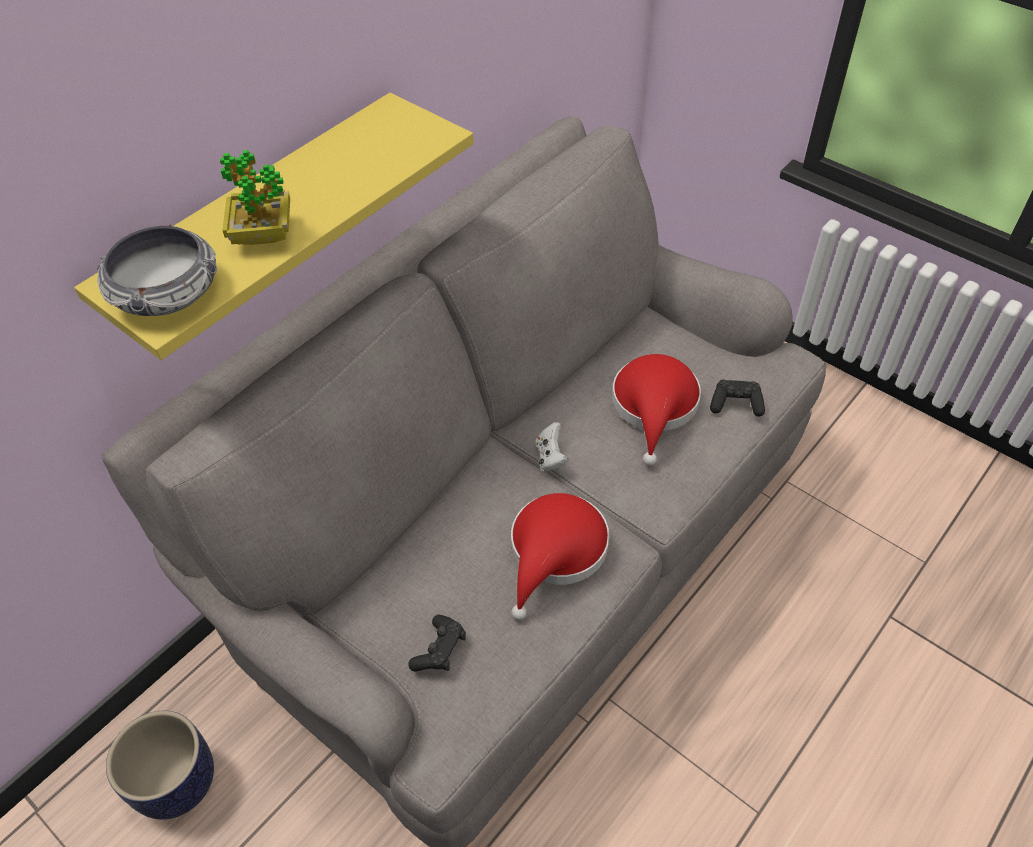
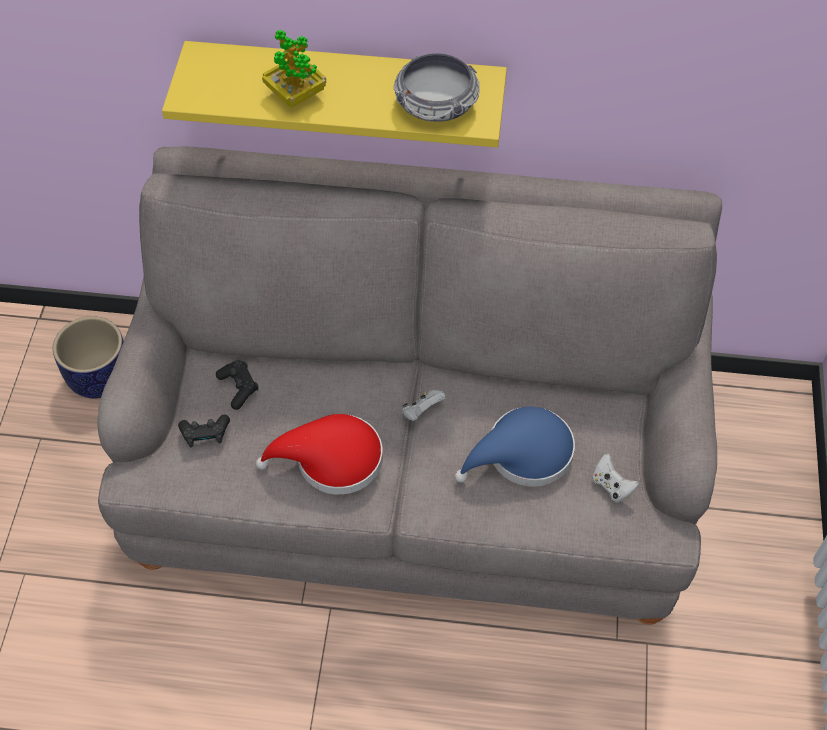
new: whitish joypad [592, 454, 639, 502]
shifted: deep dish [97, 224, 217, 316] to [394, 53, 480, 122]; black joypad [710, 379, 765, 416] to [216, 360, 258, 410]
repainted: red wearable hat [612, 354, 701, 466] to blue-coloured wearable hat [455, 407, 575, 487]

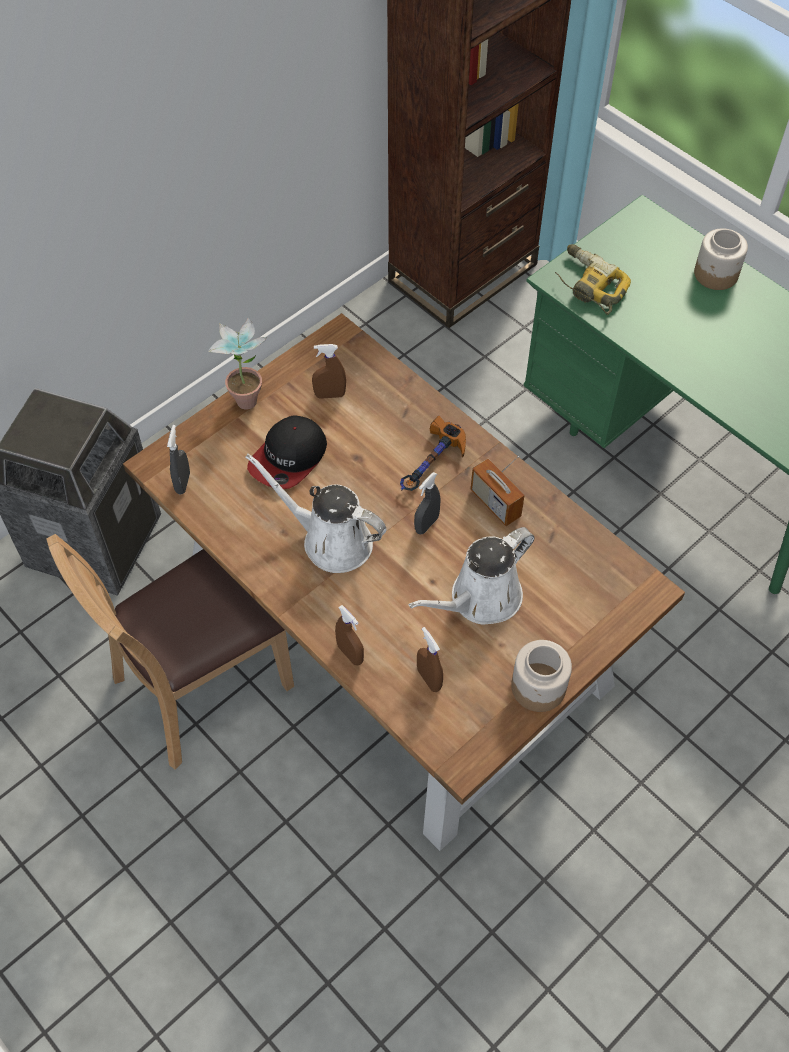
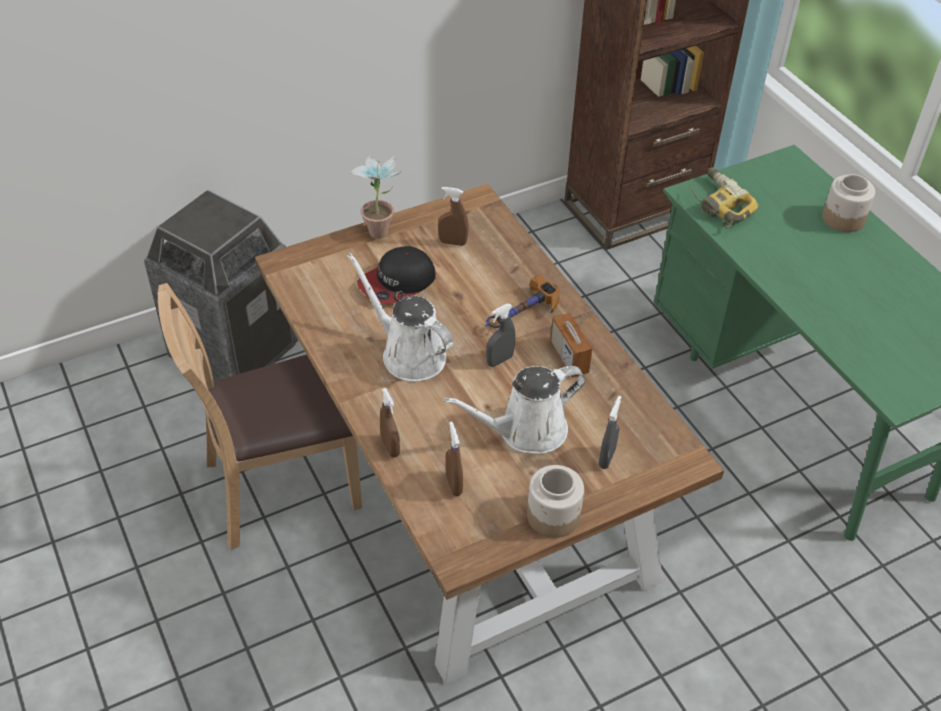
shifted: greyish sprayer [167, 425, 190, 494] to [599, 396, 621, 469]

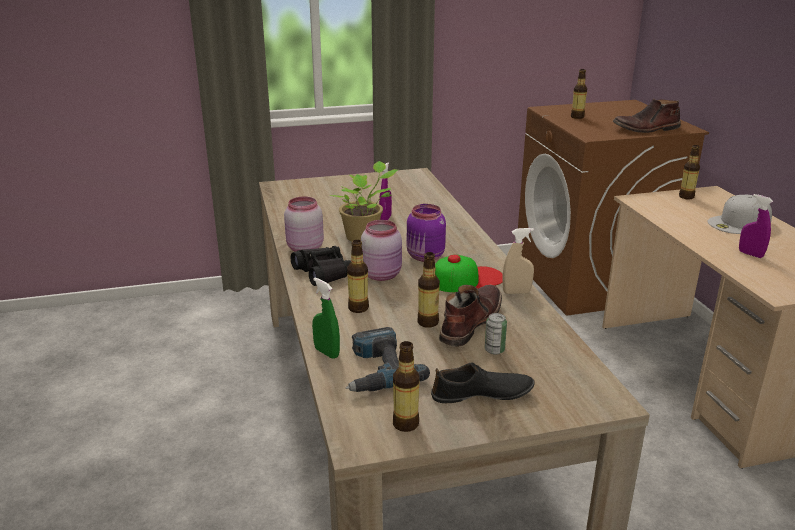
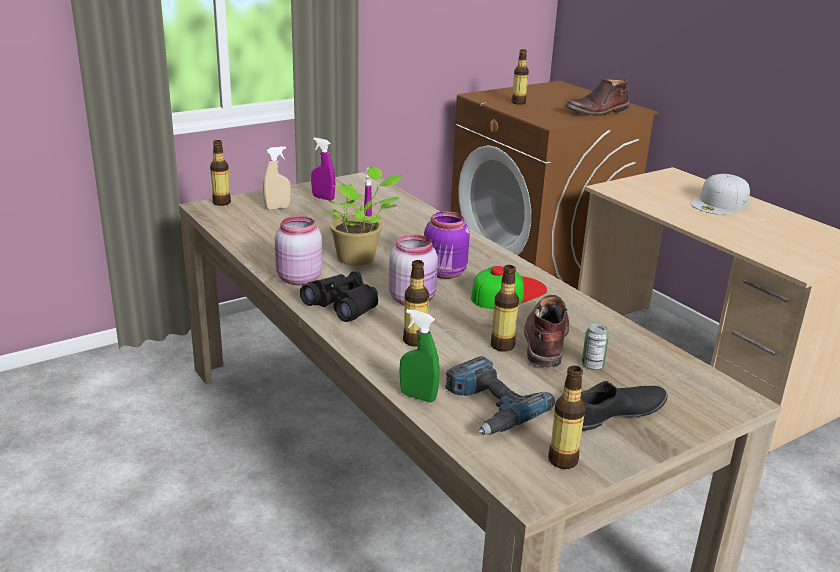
shifted: beige-coloured sprayer [503, 228, 534, 294] to [263, 146, 291, 210]; beverage bottle [679, 145, 700, 199] to [210, 140, 231, 206]; purple-coloured sprayer [739, 194, 773, 258] to [311, 138, 335, 201]

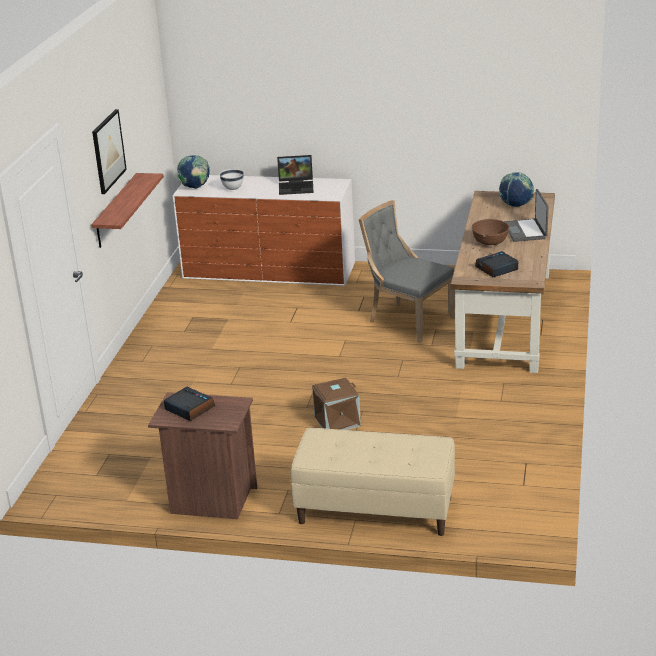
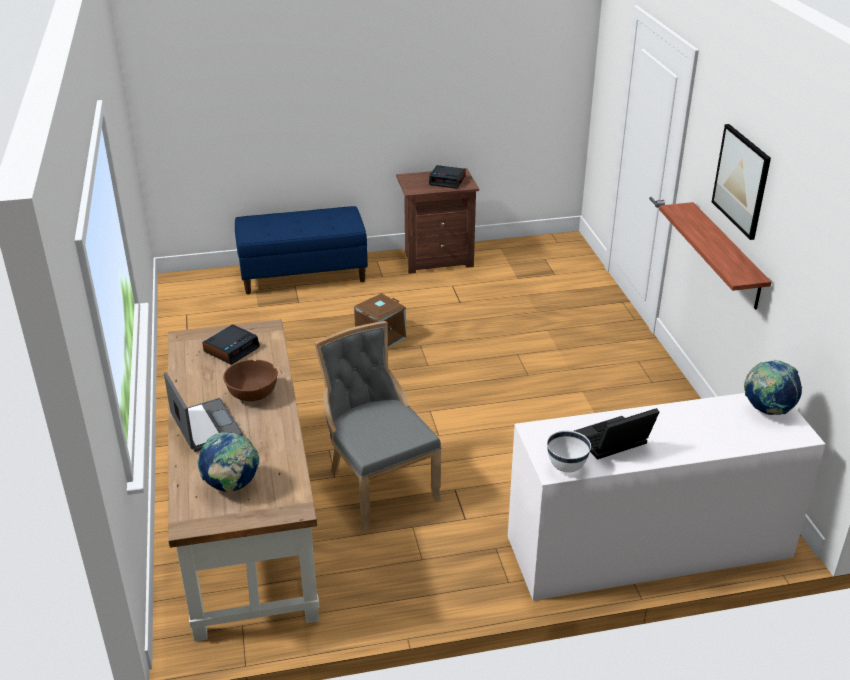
shifted: whitish deep dish [219, 169, 244, 190] to [547, 431, 591, 473]
repainted: beige-coloured indoor bench [291, 428, 455, 536] to blue-coloured indoor bench [235, 206, 368, 294]
rotated: greyish chair [359, 200, 455, 343] = [314, 321, 442, 531] 135 degrees counterclockwise

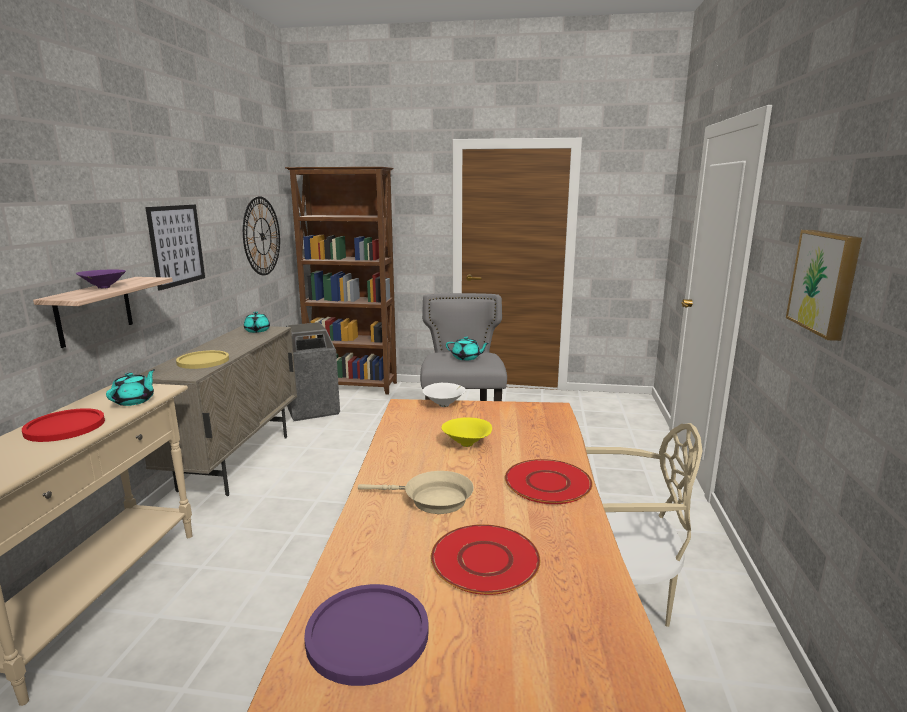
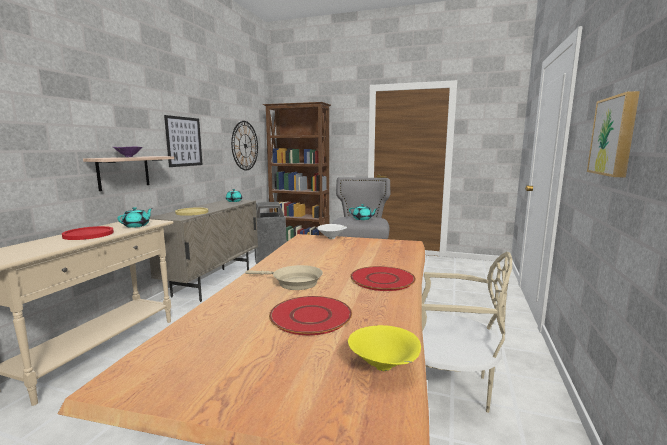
gone: purple-coloured flat dish [304, 584, 429, 686]
shifted: yellow deep dish [442, 417, 492, 447] to [348, 325, 421, 371]

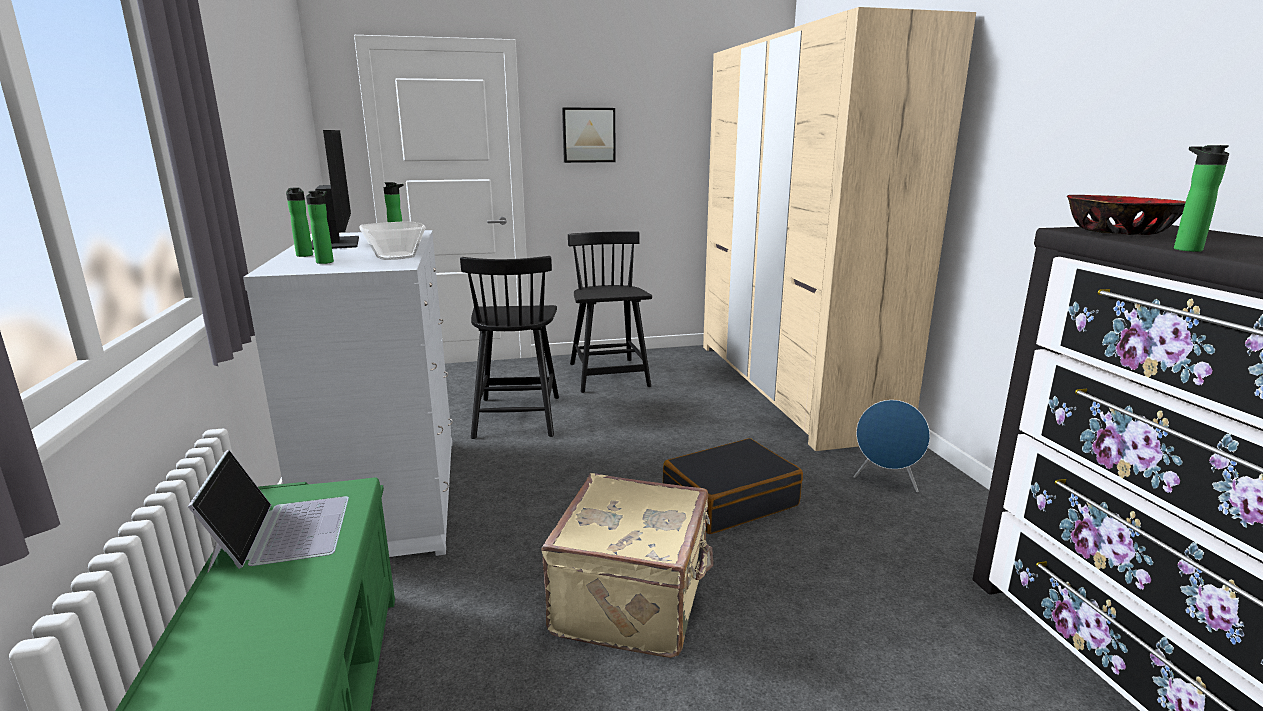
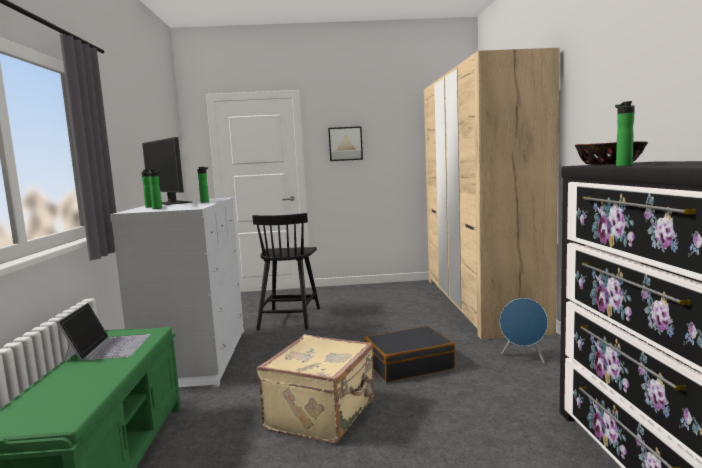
gone: deep dish [359, 221, 426, 260]; black chair [568, 231, 652, 393]
rotated: computer display [311, 130, 359, 250] = [142, 137, 192, 205] 150 degrees clockwise

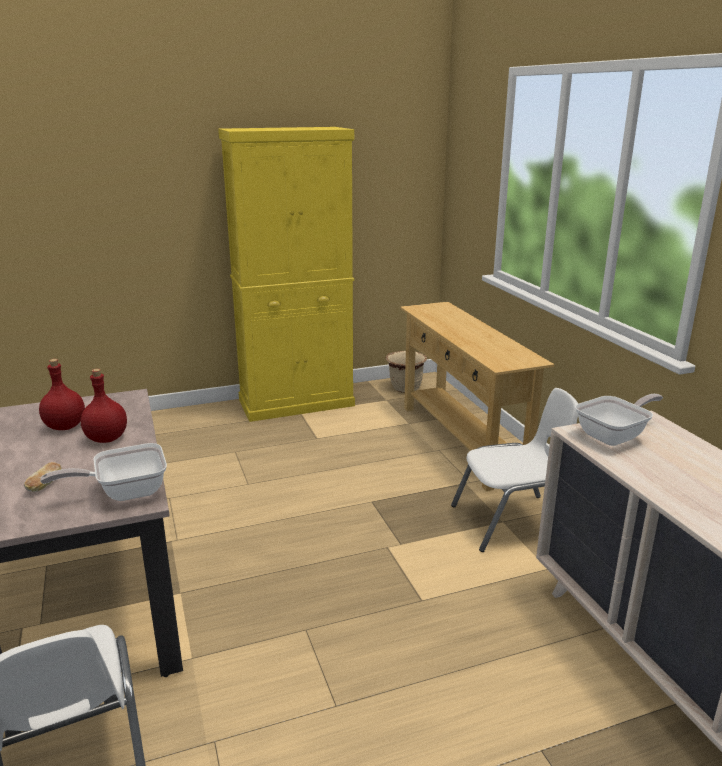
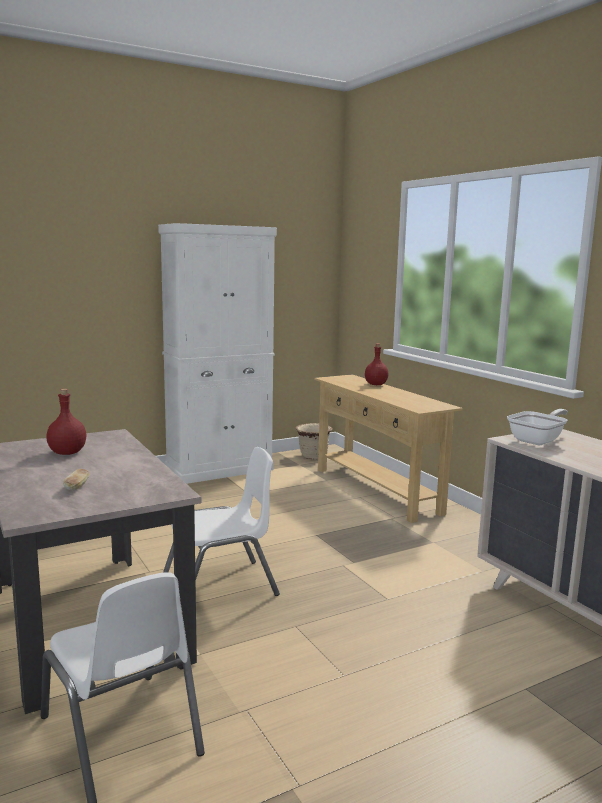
gone: frying pan [40, 443, 167, 501]
shifted: red beverage bottle [81, 369, 127, 443] to [365, 343, 388, 385]; whitish chair [451, 388, 578, 552] to [163, 447, 280, 596]
repainted: yellow cupboard [218, 127, 355, 422] to whitish cupboard [158, 223, 277, 484]

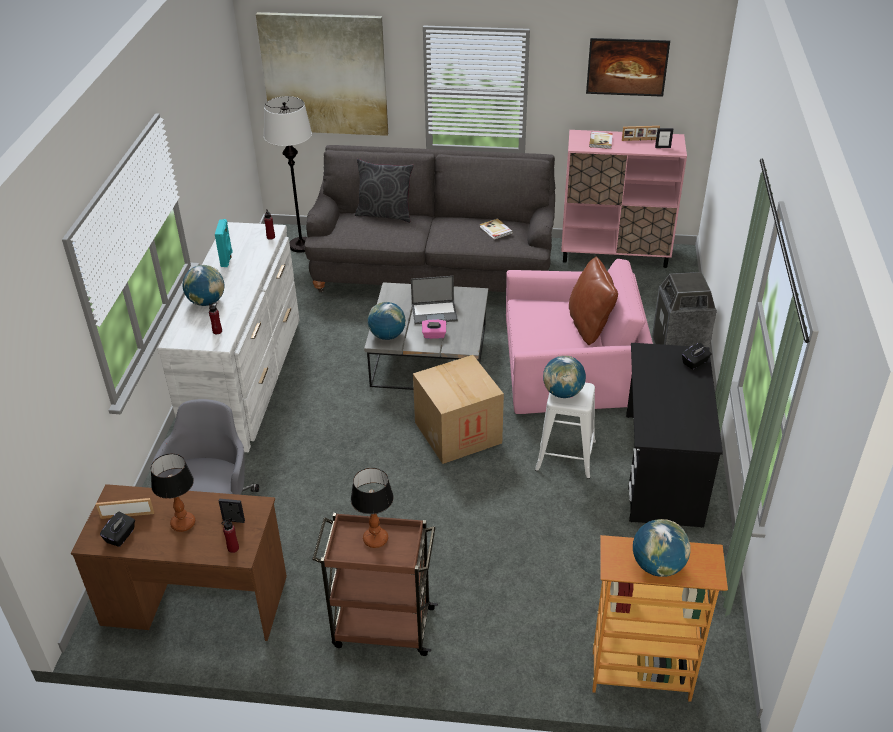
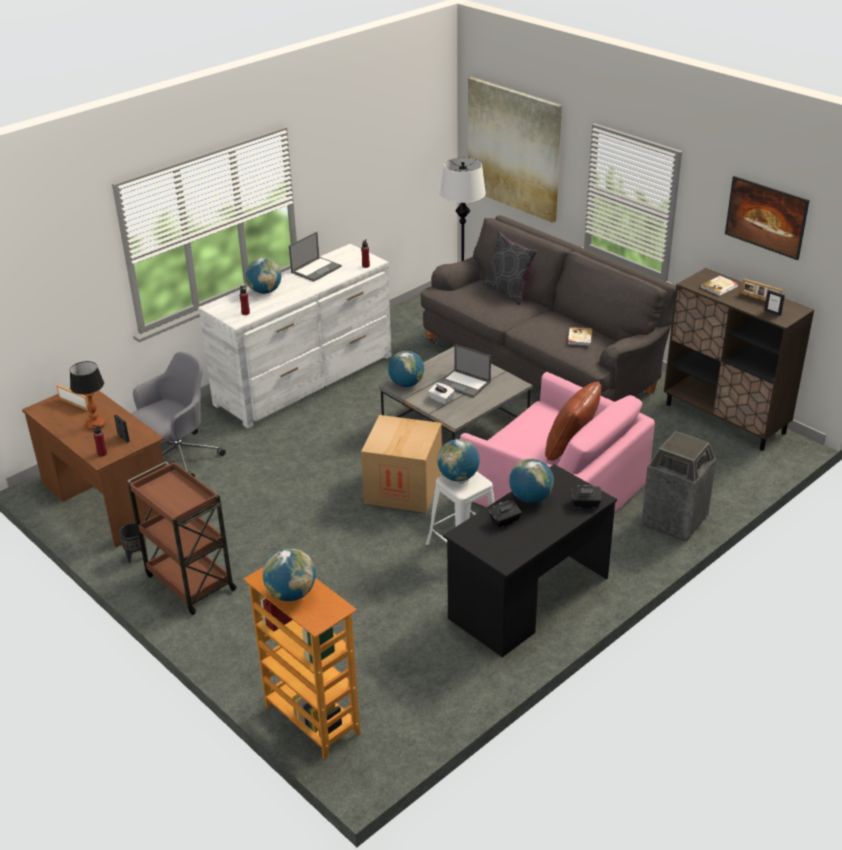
gone: table lamp [351, 468, 394, 548]
new: black planter [119, 523, 148, 563]; desk globe [509, 459, 554, 503]
shifted: black box of tissues [100, 512, 135, 547] to [489, 500, 522, 528]
swapped: turquoise loudspeaker [215, 219, 233, 267] to laptop [289, 232, 341, 282]
repainted: pink box of tissues [422, 319, 446, 339] to whitish box of tissues [428, 383, 455, 405]; pink cupboard [561, 130, 687, 268] to brown-coloured cupboard [664, 268, 814, 451]

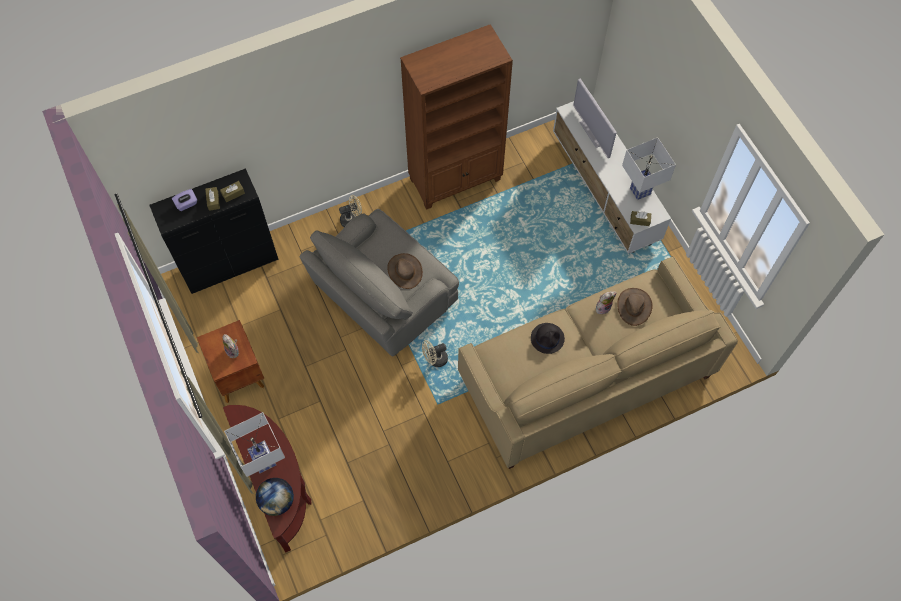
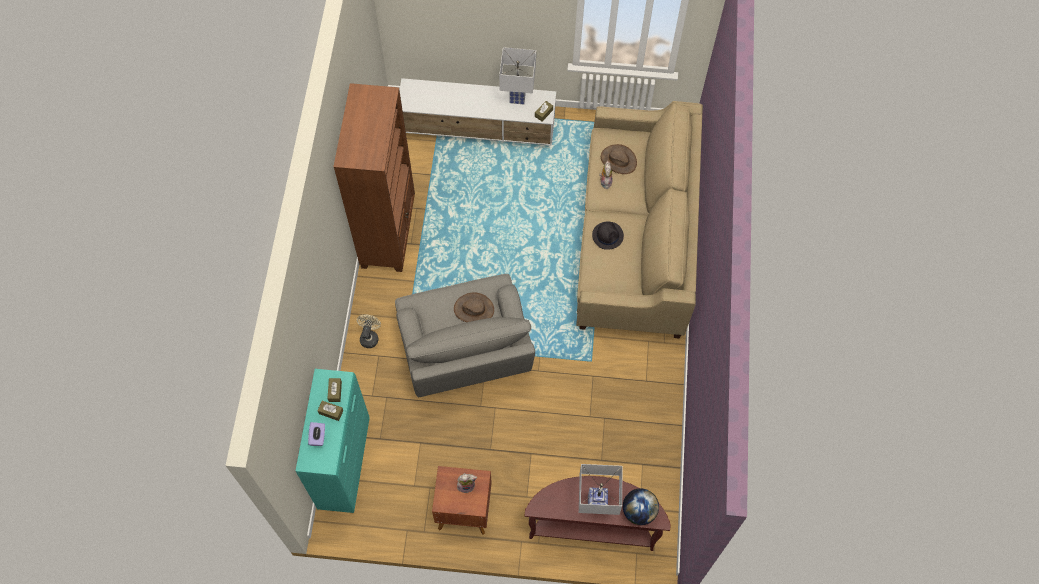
gone: beige-coloured fan [422, 340, 448, 367]; television [573, 79, 617, 158]
repainted: black cupboard [150, 168, 278, 294] to turquoise cupboard [295, 369, 370, 513]

